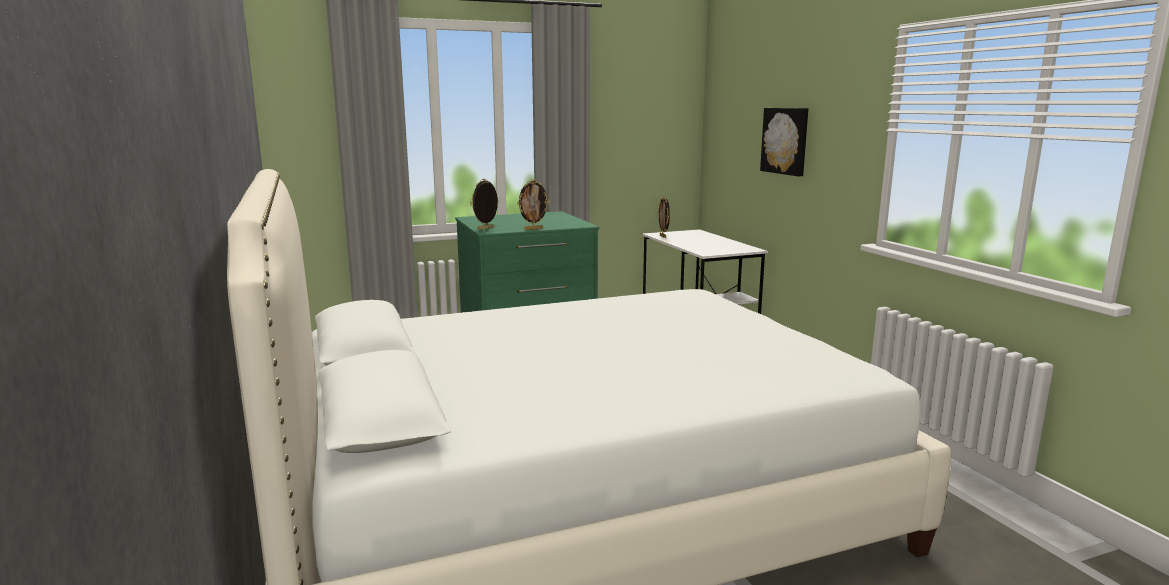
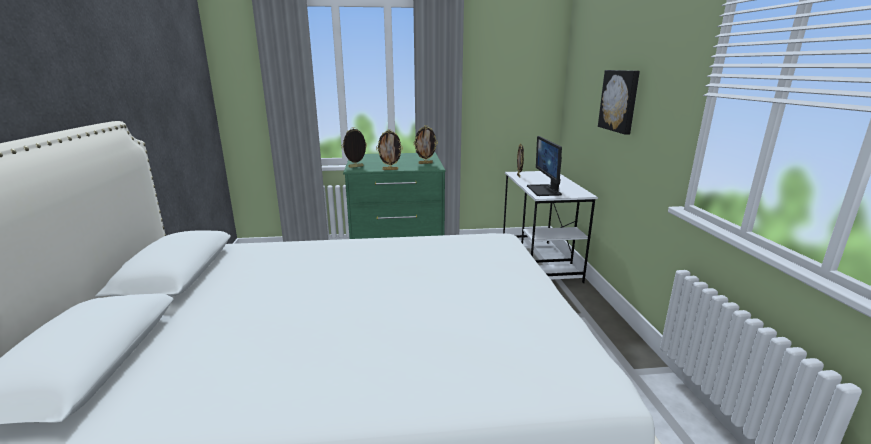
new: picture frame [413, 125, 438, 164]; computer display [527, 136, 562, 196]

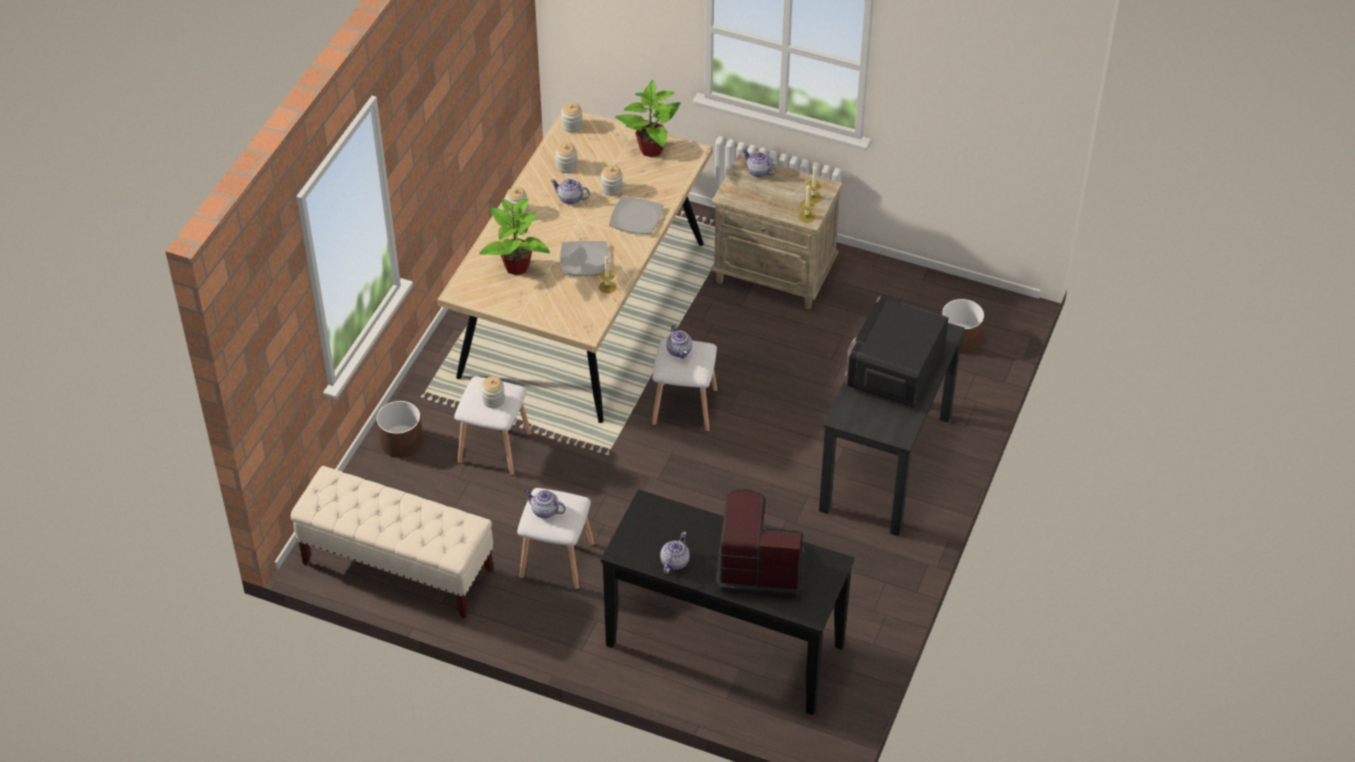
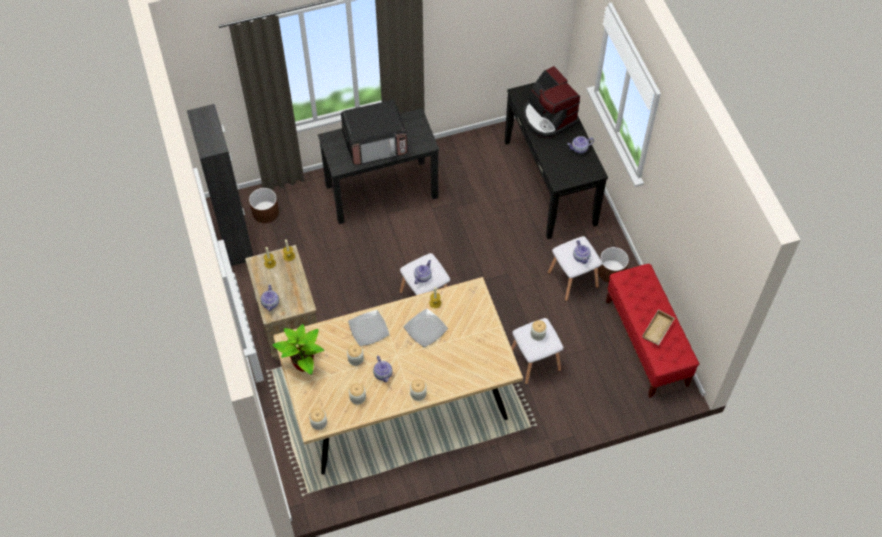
gone: potted plant [479, 198, 550, 275]
new: black cupboard [187, 104, 253, 266]; beige-coloured carrying tray [642, 309, 675, 346]
shifted: brown-coloured planter [376, 401, 423, 458] to [598, 247, 629, 283]
repainted: beige-coloured indoor bench [291, 466, 494, 619] to red indoor bench [606, 264, 699, 398]

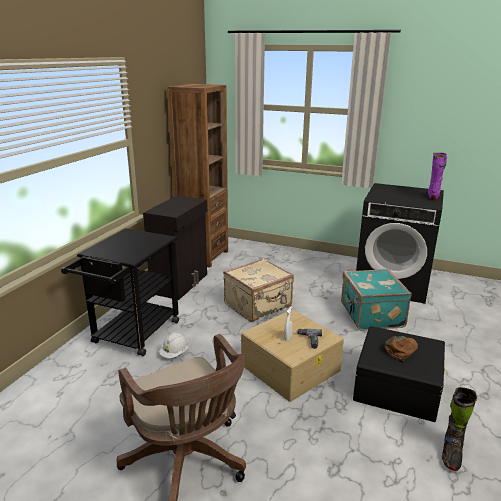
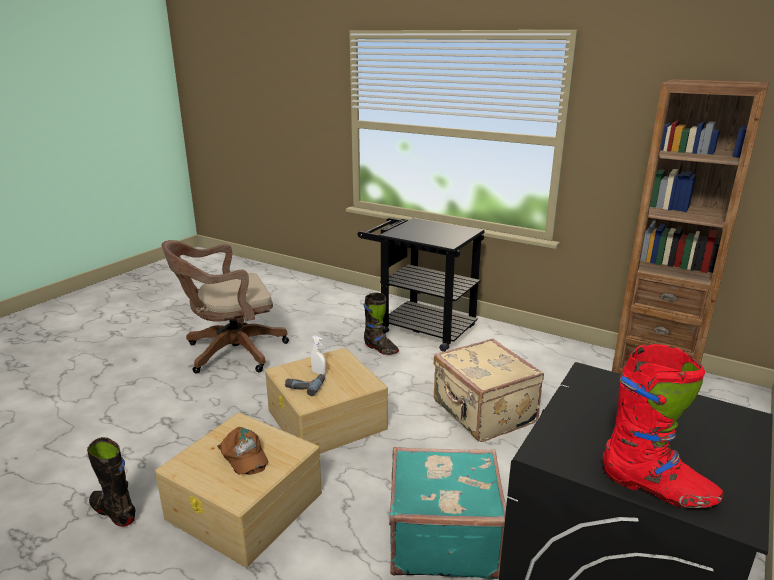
gone: black cupboard [143, 195, 207, 300]
swapped: whitish work helmet [159, 332, 189, 358] to black boot [364, 292, 399, 355]
repainted: black storage box [353, 326, 445, 422] to beige-coloured storage box [155, 413, 322, 567]; purple-coloured boot [428, 153, 447, 200] to red boot [602, 344, 724, 509]

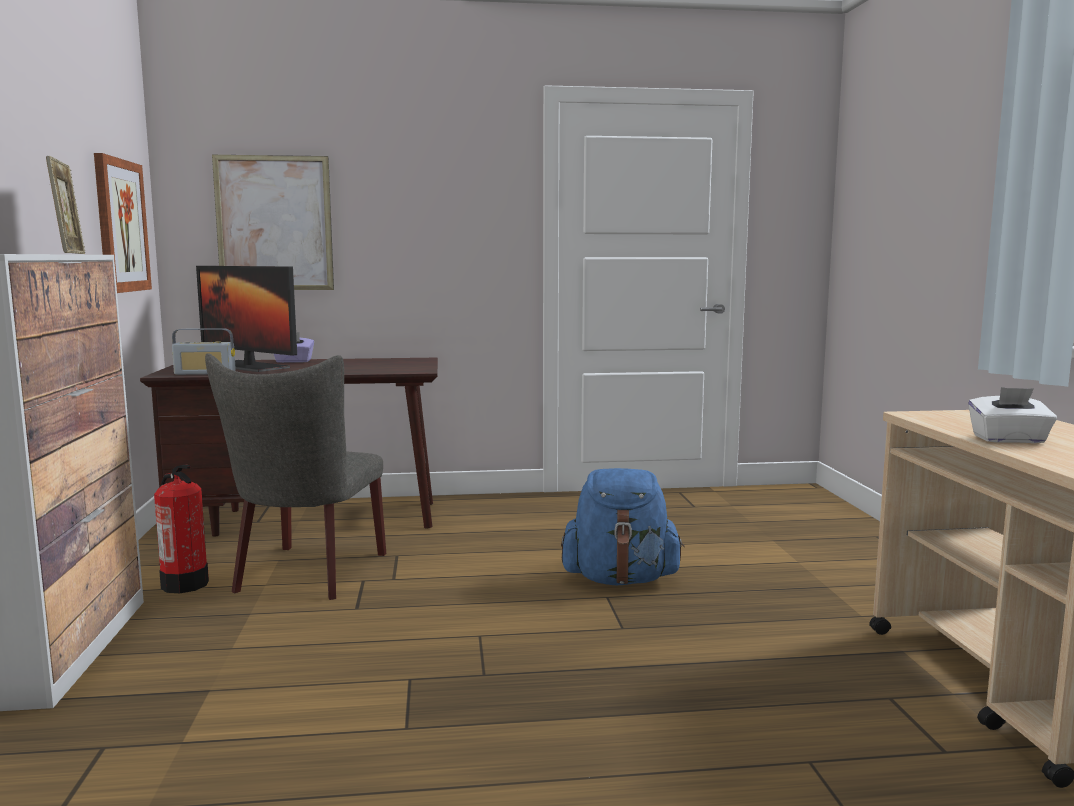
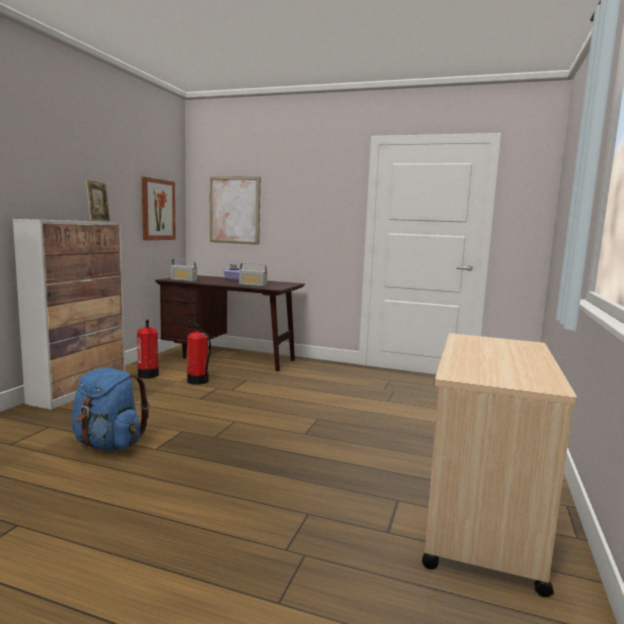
gone: computer display [196, 266, 297, 372]; whitish box of tissues [968, 387, 1057, 443]
new: radio [239, 263, 267, 287]
shifted: blue-coloured knapsack [561, 468, 684, 585] to [72, 368, 150, 451]
swapped: greyish chair [205, 353, 386, 600] to fire-fighting cylinder [187, 321, 211, 385]

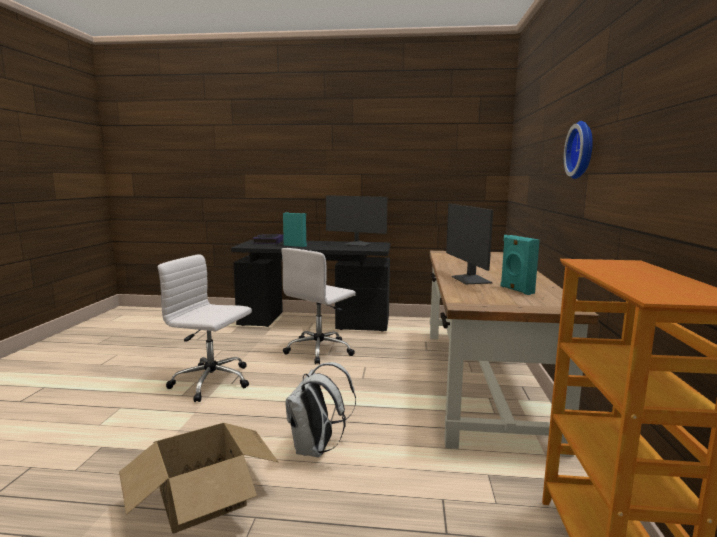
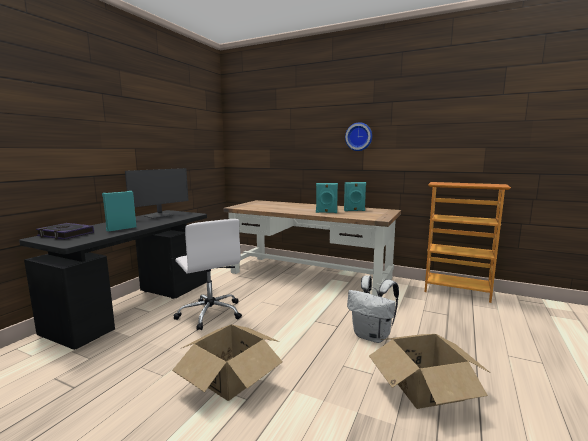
swapped: whitish desk chair [158, 254, 252, 402] to cardboard box [172, 324, 283, 401]; computer display [446, 204, 493, 284] to turquoise loudspeaker [316, 183, 338, 213]

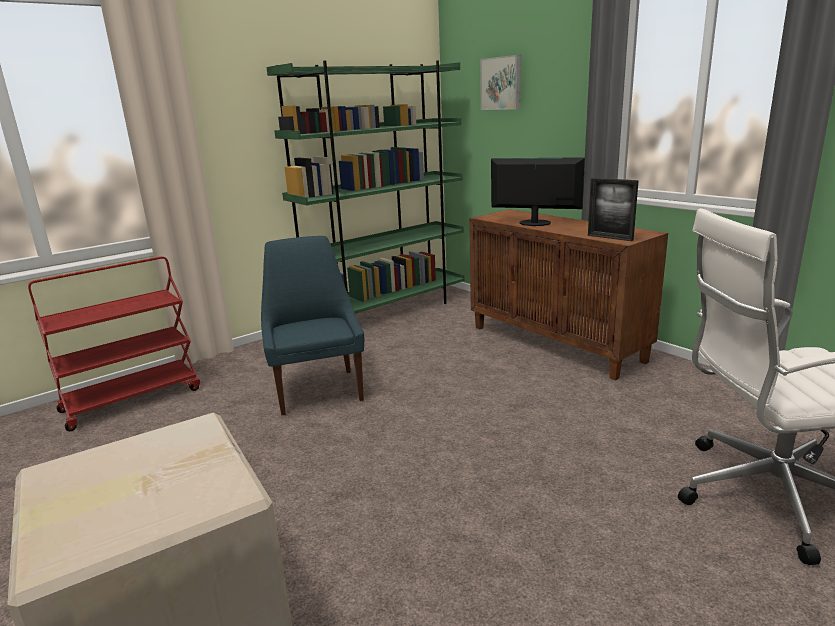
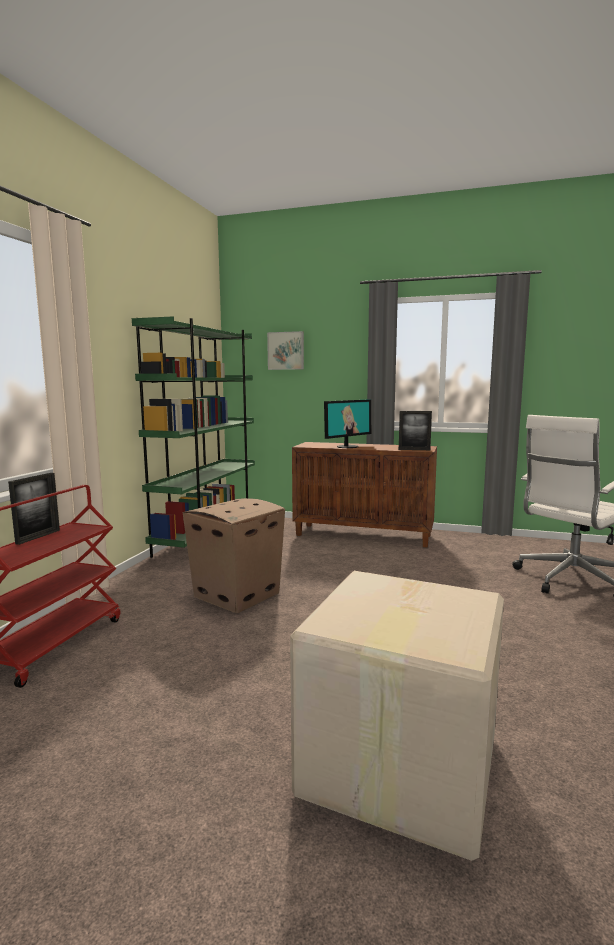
new: picture frame [8, 473, 60, 545]
swapped: blue-coloured chair [261, 236, 364, 415] to cardboard box [182, 498, 285, 614]
rotated: computer display [491, 157, 585, 226] = [324, 399, 371, 448] 150 degrees clockwise

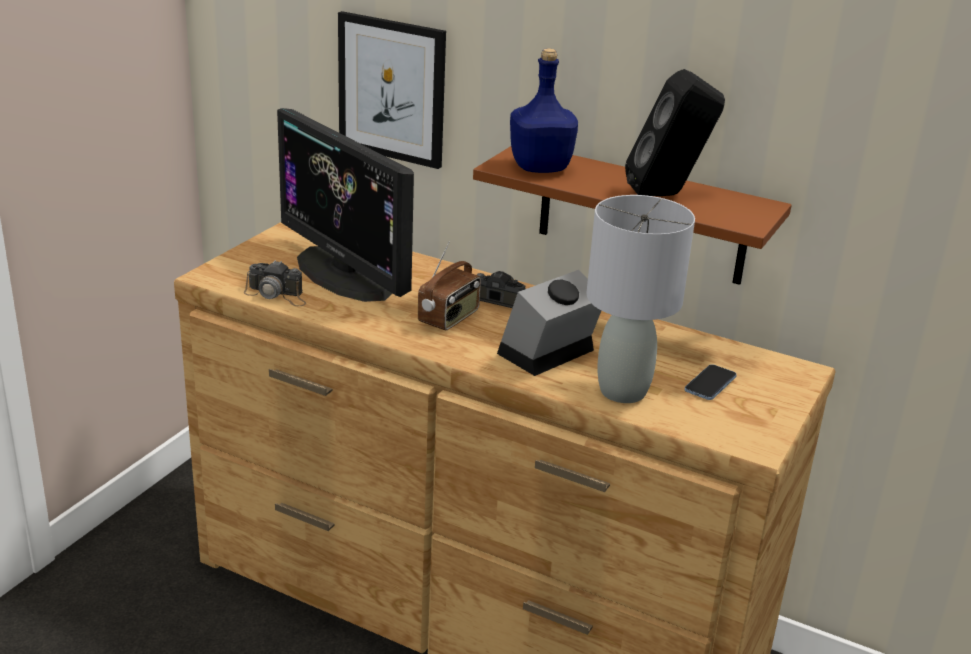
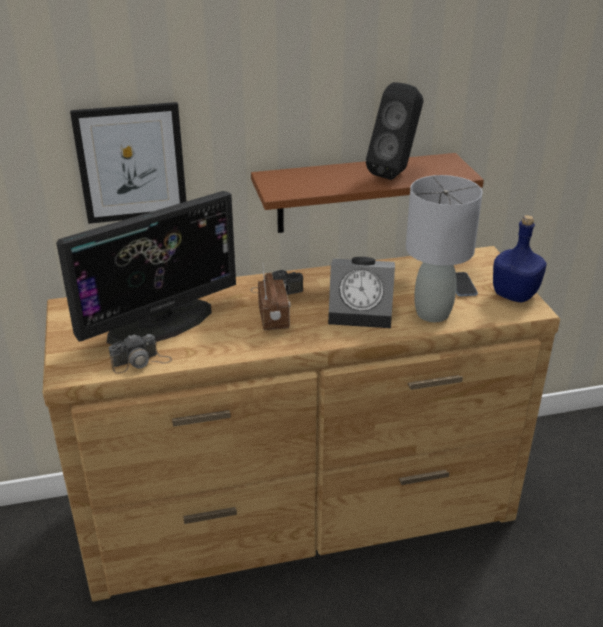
shifted: blue-coloured beverage bottle [510, 48, 578, 173] to [493, 215, 547, 302]
rotated: computer display [277, 108, 414, 302] = [56, 191, 236, 345] 45 degrees counterclockwise; bedside clock [497, 270, 601, 376] = [328, 257, 395, 328] 90 degrees counterclockwise

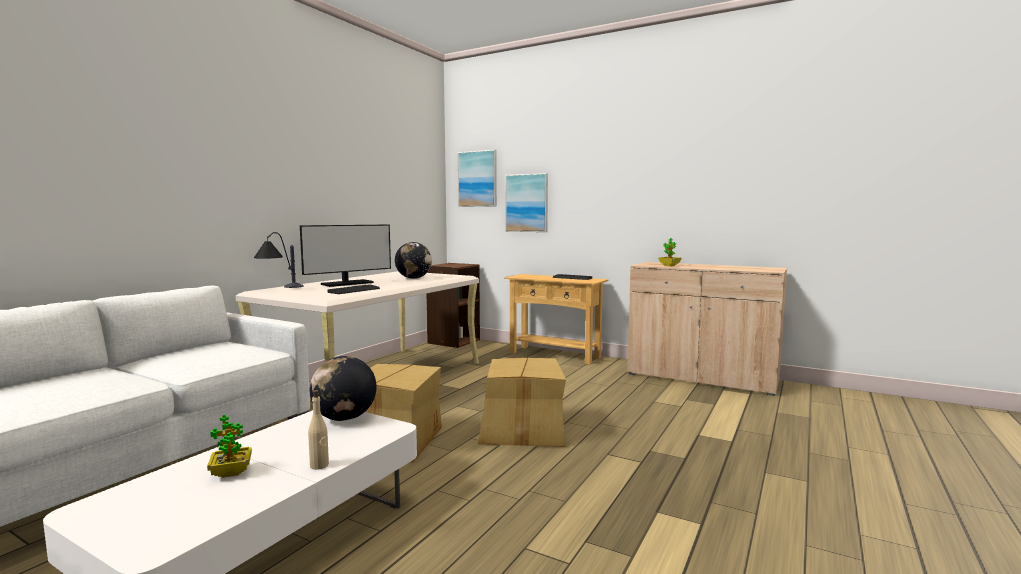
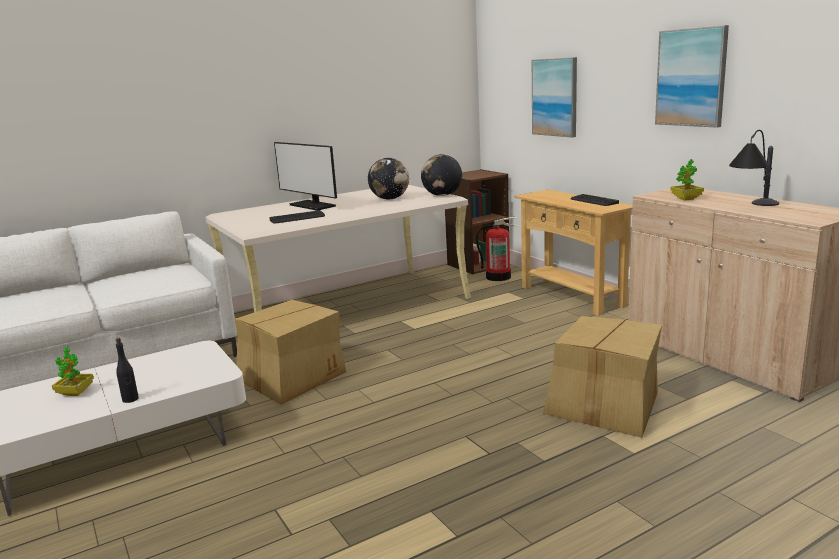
new: fire-fighting cylinder [476, 217, 520, 281]
shifted: table lamp [254, 232, 304, 288] to [729, 130, 779, 206]; desk globe [310, 356, 377, 421] to [421, 154, 462, 196]; wall art [458, 150, 497, 207] to [655, 25, 729, 128]; cardboard box [478, 358, 566, 447] to [543, 316, 662, 438]
repainted: beige-coloured beverage bottle [308, 390, 329, 470] to black beverage bottle [116, 338, 139, 403]
rotated: computer display [300, 224, 391, 287] = [274, 142, 337, 211] 60 degrees clockwise

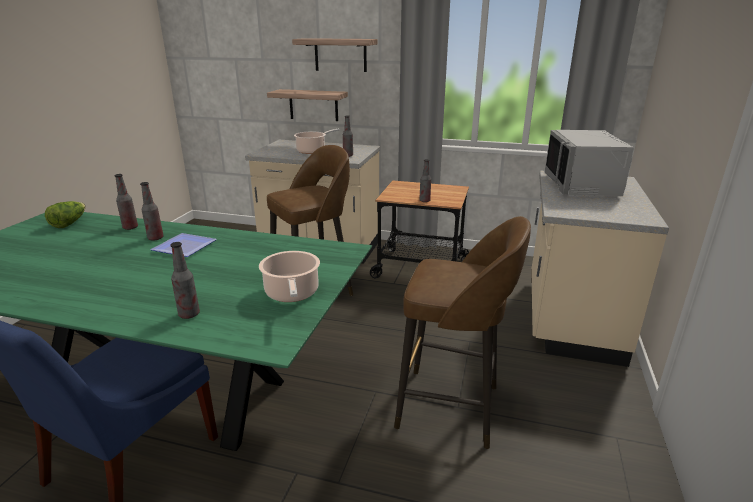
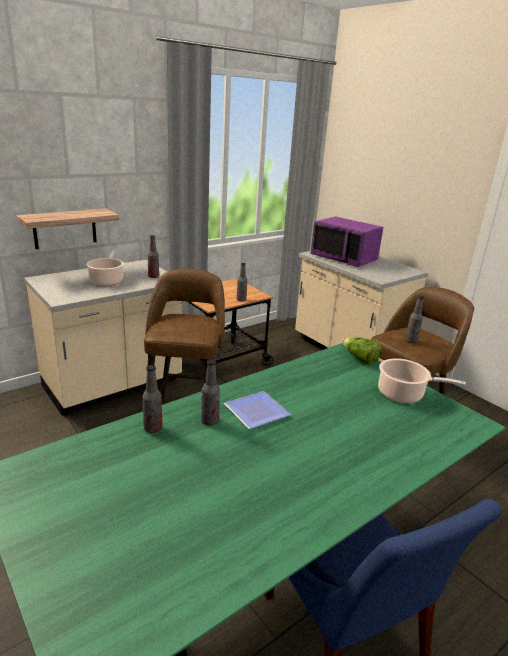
gone: bracket shelf [292, 38, 378, 72]
shifted: lettuce head [45, 201, 86, 228] to [342, 337, 382, 365]; beverage bottle [170, 242, 200, 319] to [405, 296, 424, 343]
repainted: greyish kitchen microwave [545, 130, 634, 196] to purple-coloured kitchen microwave [311, 216, 383, 267]

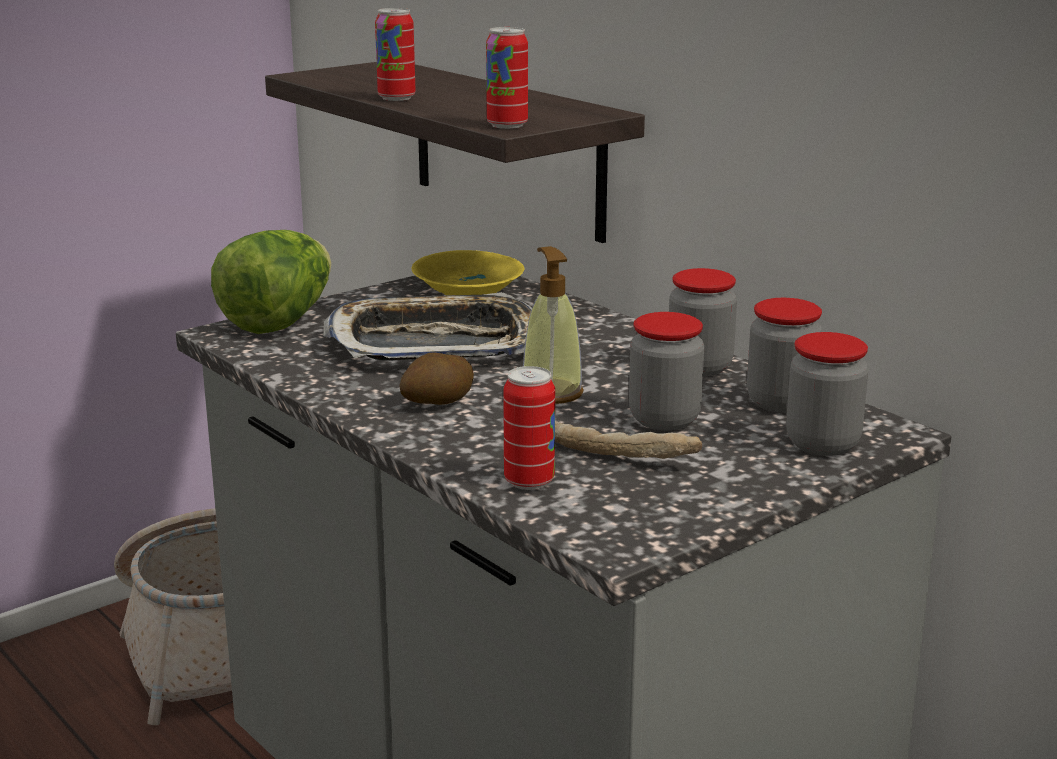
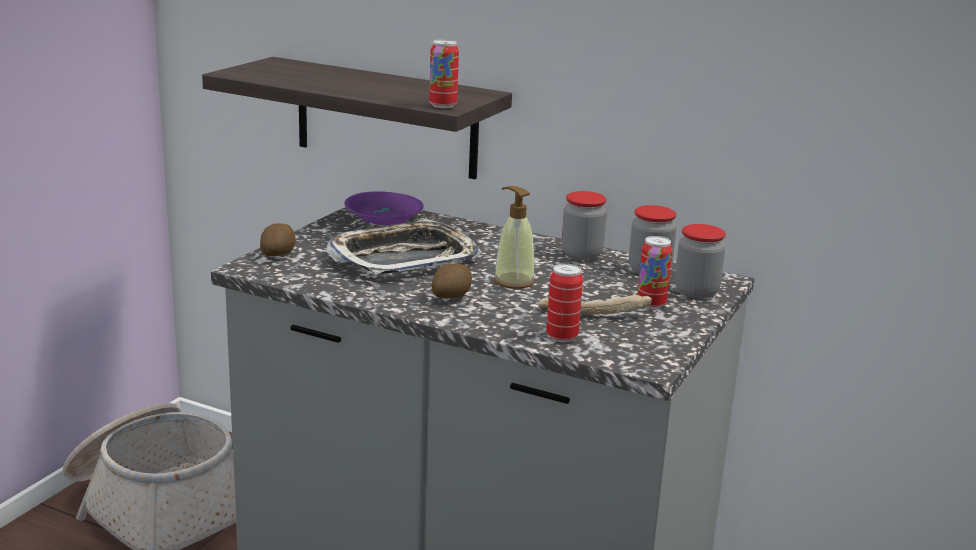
gone: jar [629, 312, 704, 431]
shifted: can [375, 8, 416, 101] to [637, 236, 673, 309]
swapped: lettuce head [211, 230, 331, 334] to potato [260, 223, 296, 256]
repainted: yellow deep dish [412, 250, 524, 295] to purple-coloured deep dish [344, 191, 424, 226]

